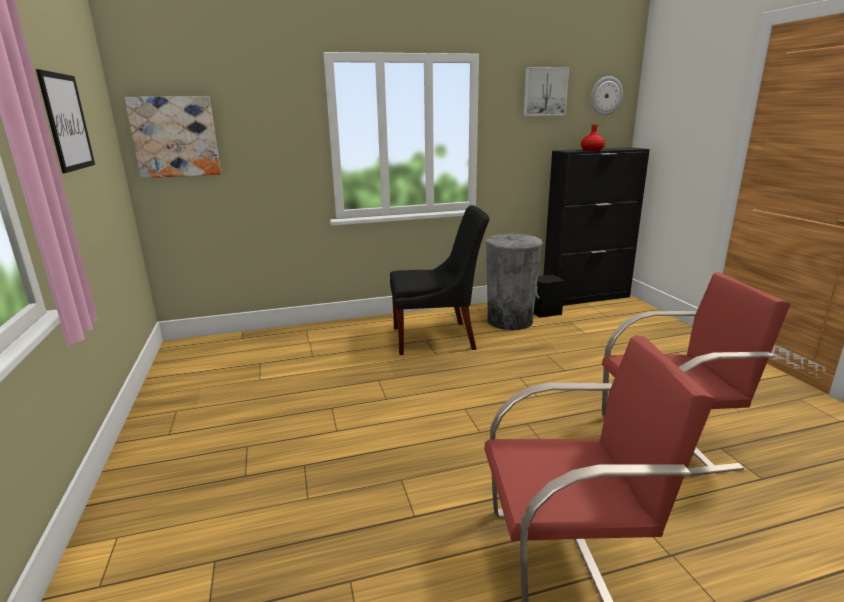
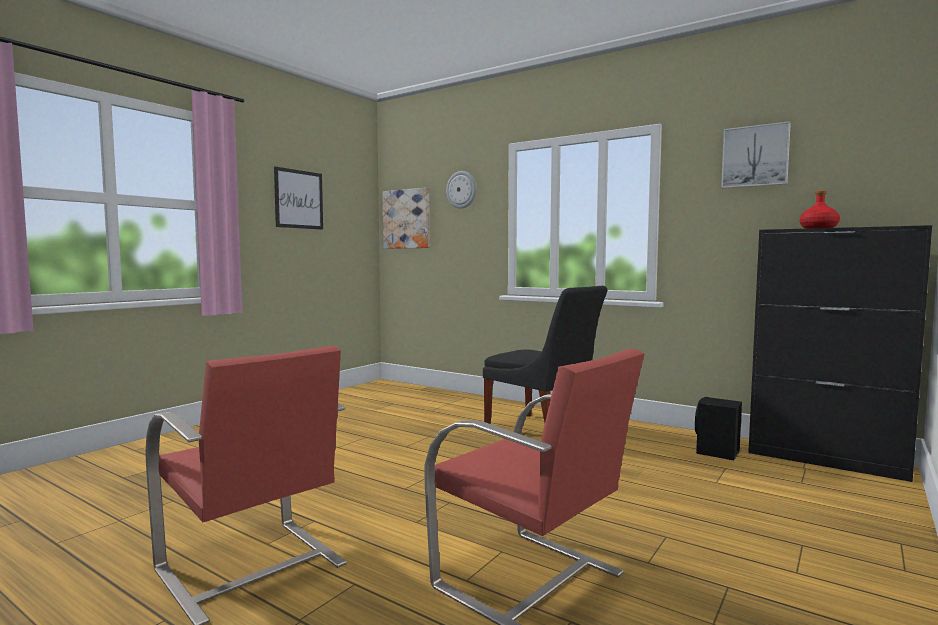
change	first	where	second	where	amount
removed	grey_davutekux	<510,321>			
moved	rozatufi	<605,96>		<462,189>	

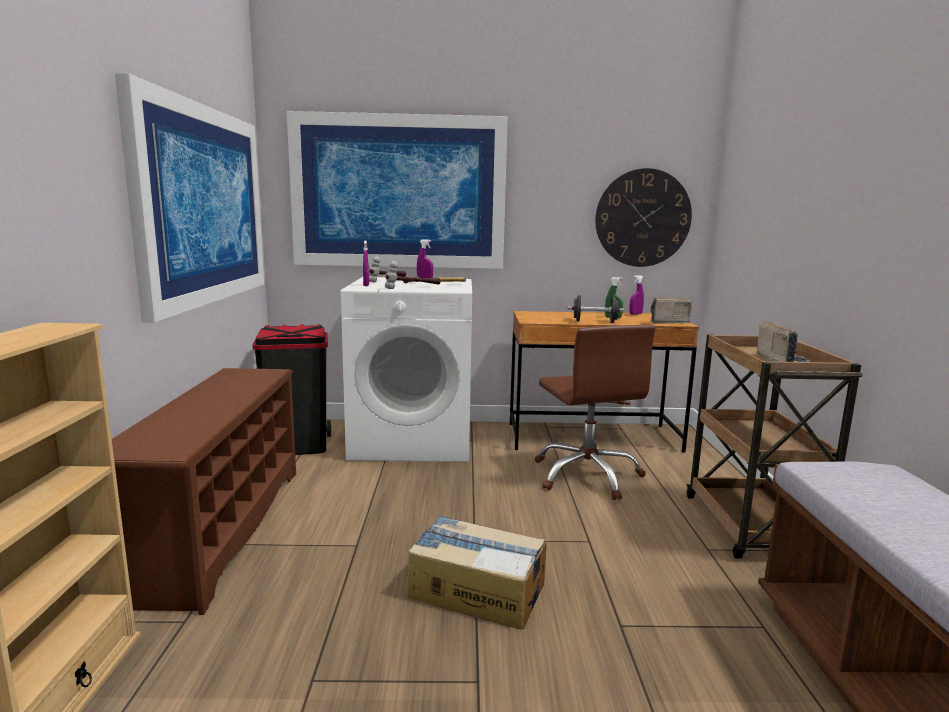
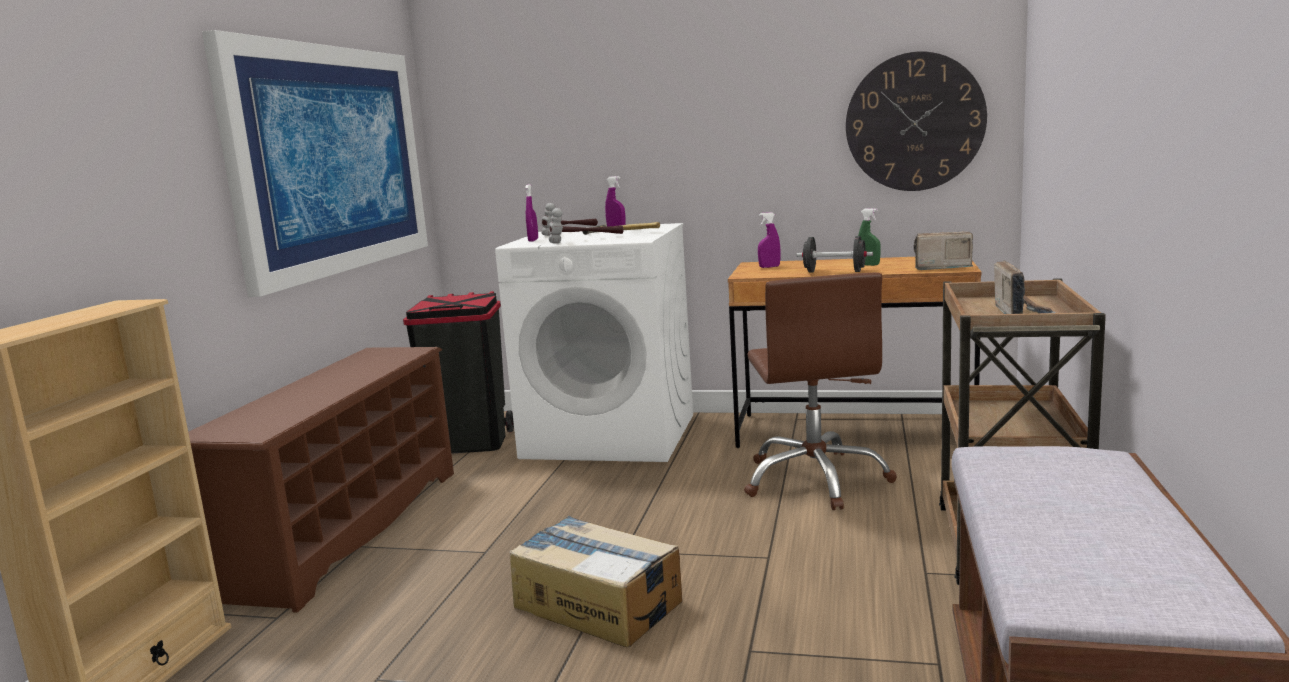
change	first	where	second	where	amount
removed	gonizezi	<399,192>			
moved	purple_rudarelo	<635,314>		<769,267>	

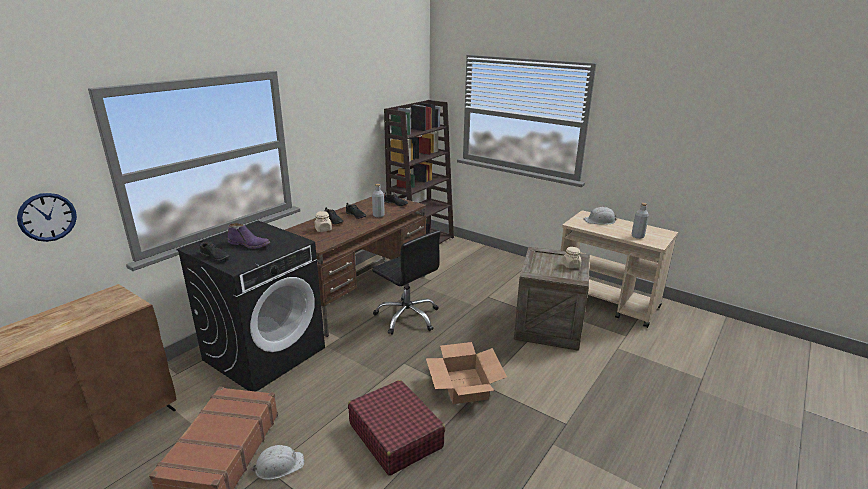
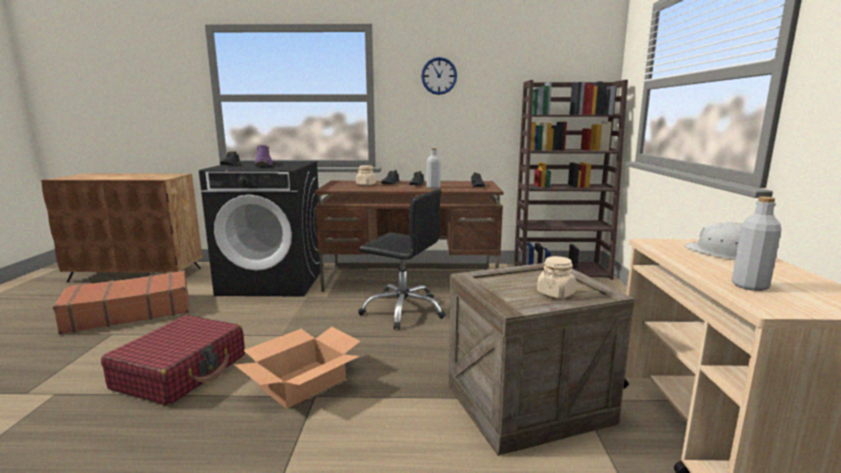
change	first	where	second	where	amount
removed	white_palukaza	<279,465>			
moved	rozatufi	<47,217>		<439,76>	
turned	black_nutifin	<407,317>		<403,310>	75 degrees counterclockwise

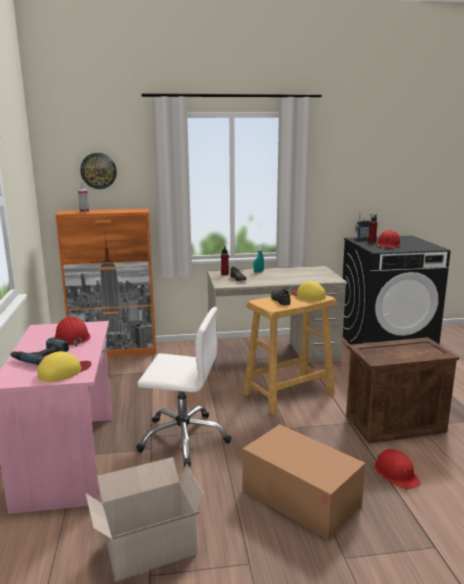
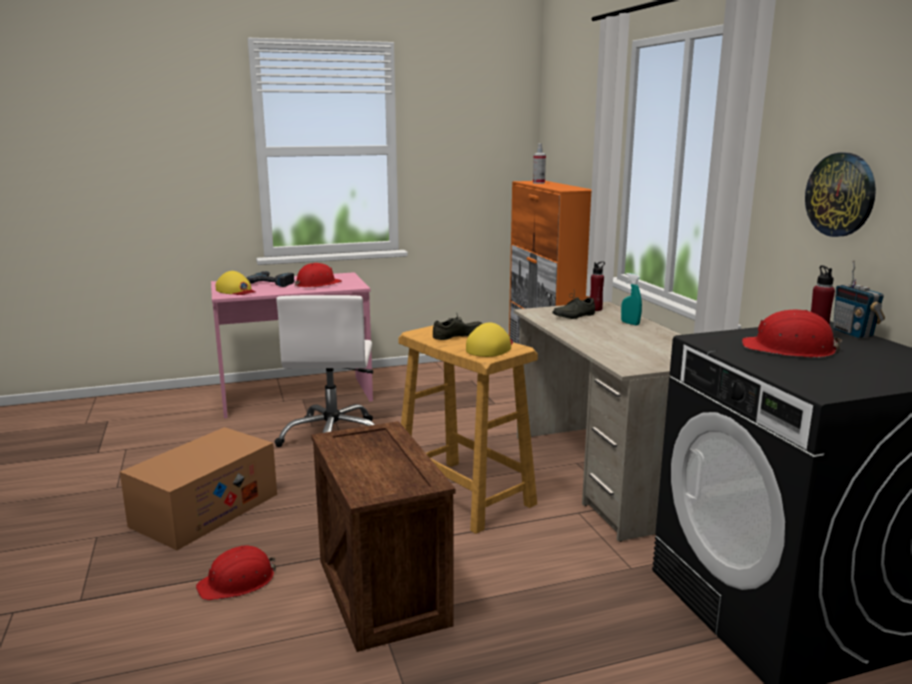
change	first	where	second	where	amount
removed	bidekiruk	<147,547>			
moved	rozatufi	<98,171>		<841,195>	

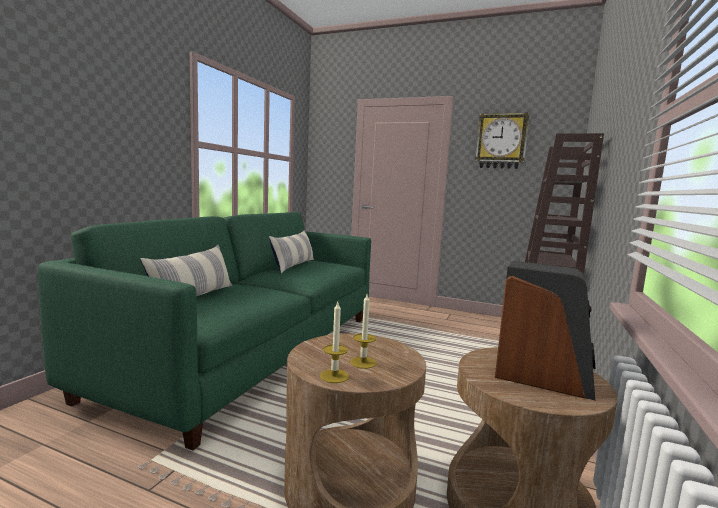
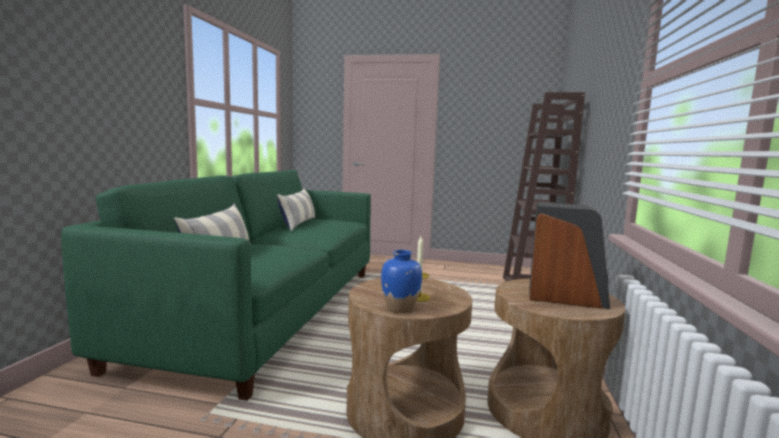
change	first	where	second	where	amount
removed	rozatufi	<501,141>			
replaced	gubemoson	<334,376>	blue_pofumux	<400,308>	

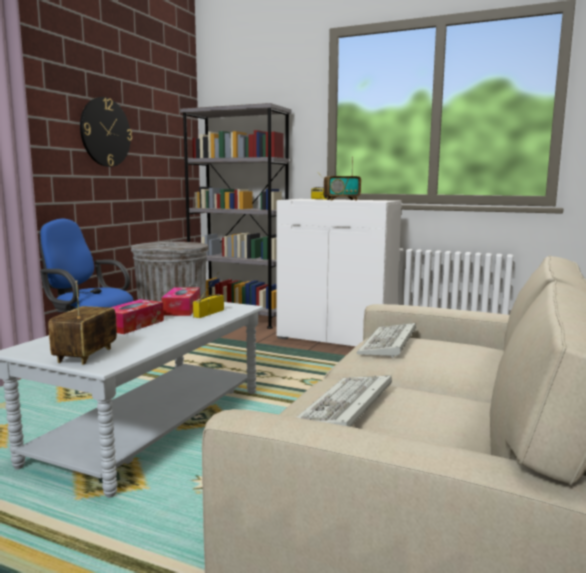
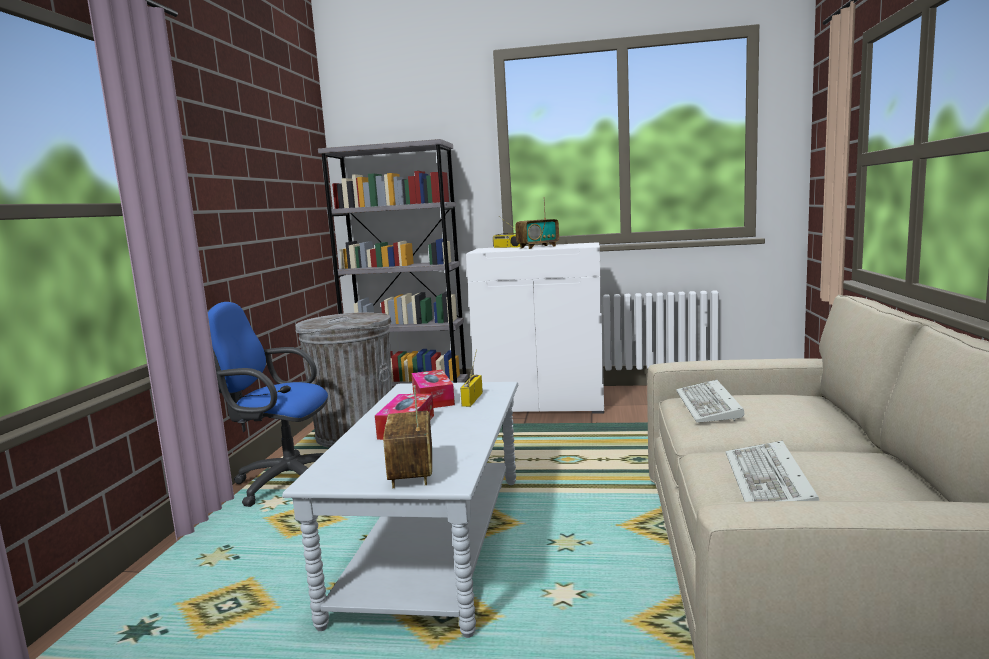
change	first	where	second	where	amount
removed	rozatufi	<105,132>			

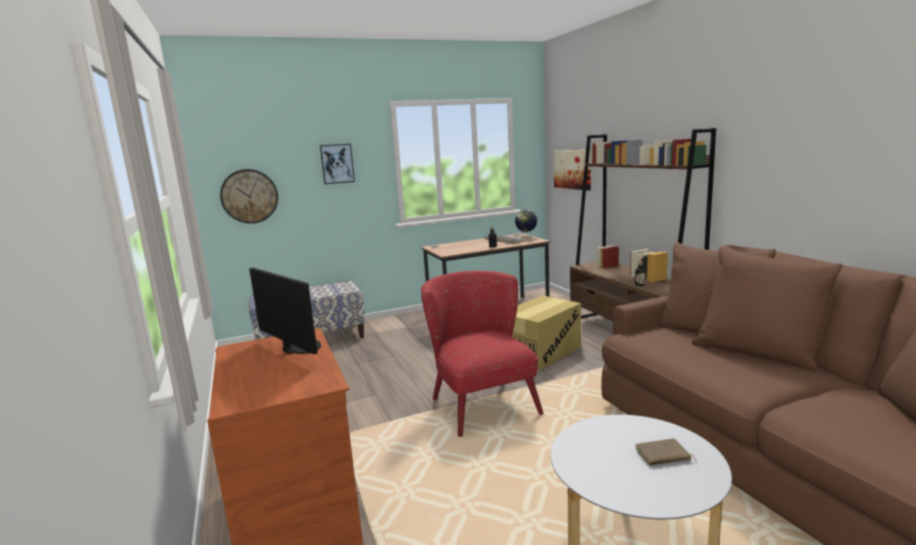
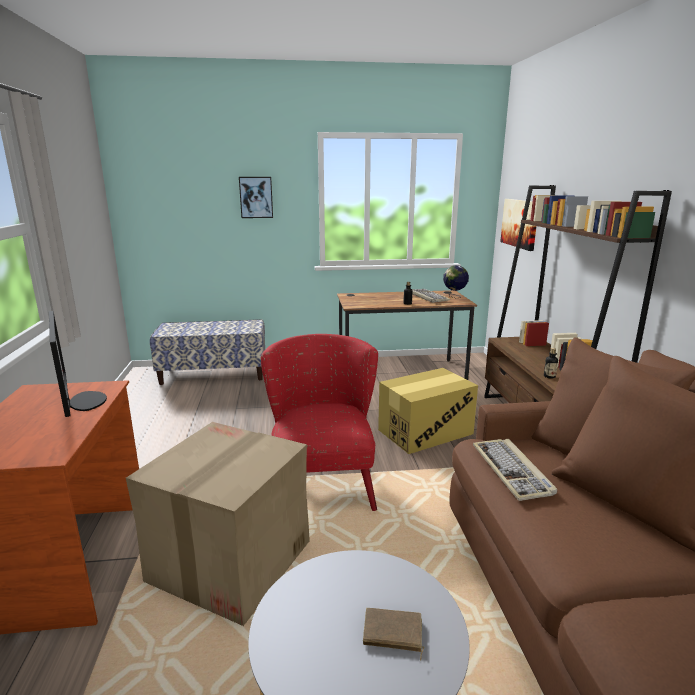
change	first	where	second	where	amount
removed	rozatufi	<249,196>			
added			bidekiruk	<229,562>	
added			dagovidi	<512,471>	

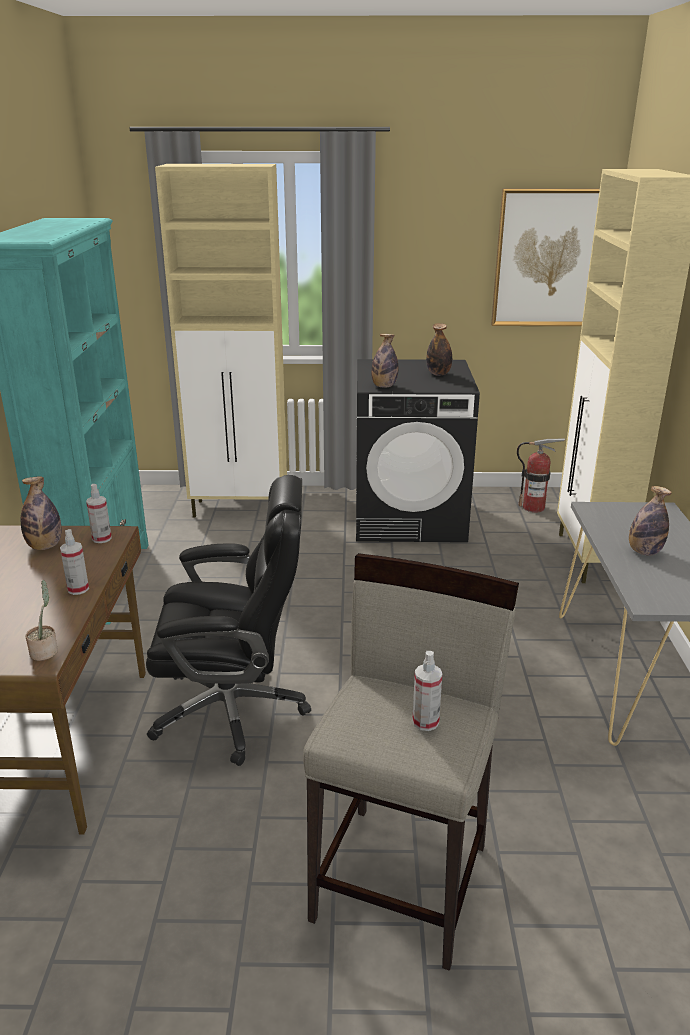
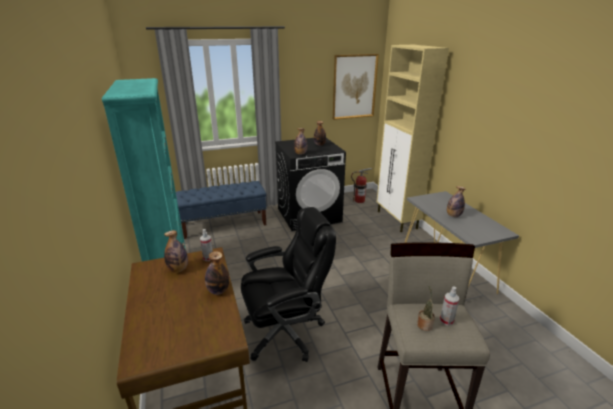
change	first	where	second	where	amount
moved	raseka	<45,651>		<424,324>	
replaced	rudarelo	<78,589>	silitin	<218,290>	
replaced	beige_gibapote	<241,509>	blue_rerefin	<224,224>	

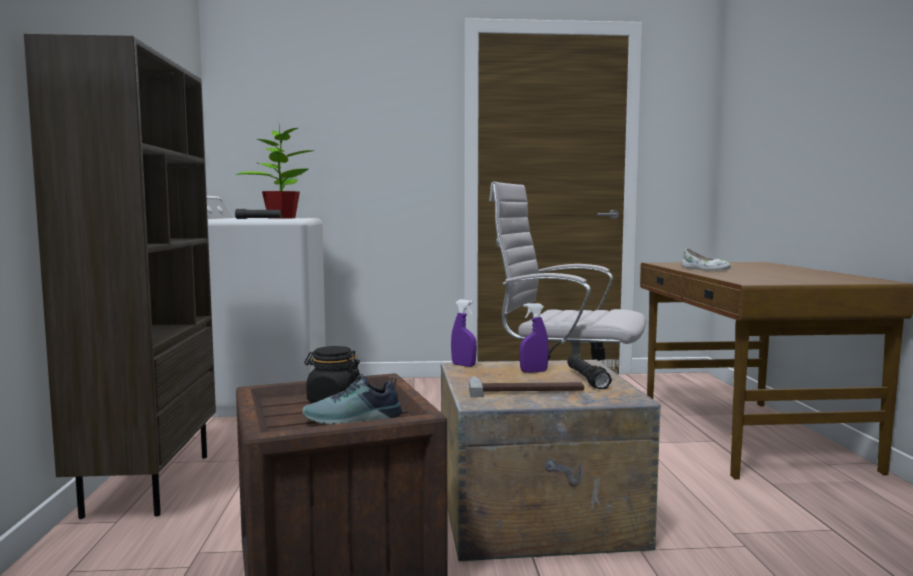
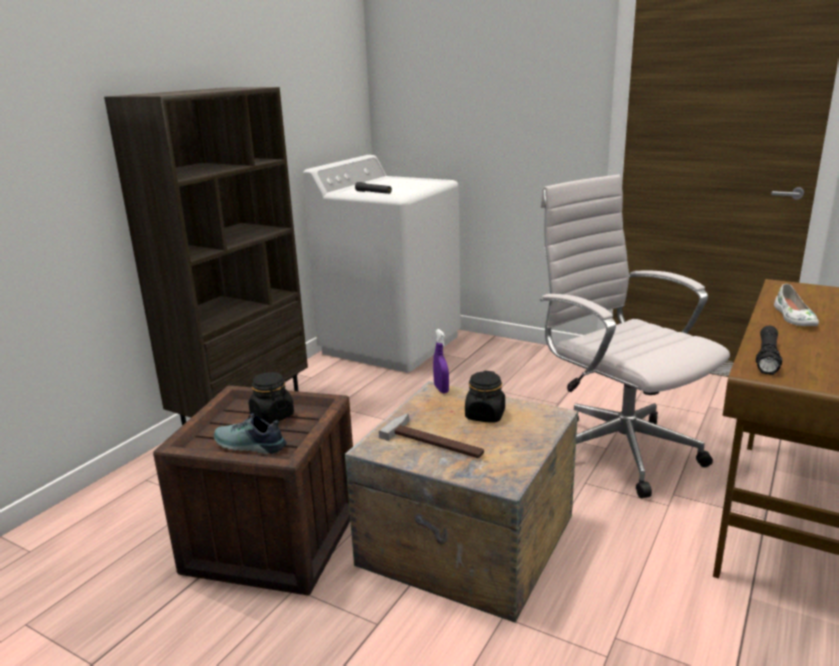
change	first	where	second	where	amount
removed	raseka	<281,218>			
moved	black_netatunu	<587,379>		<767,357>	
replaced	purple_rudarelo	<533,371>	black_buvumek	<485,415>	

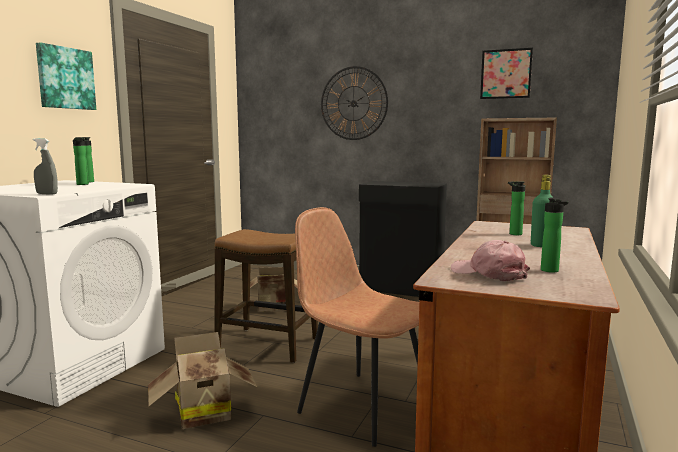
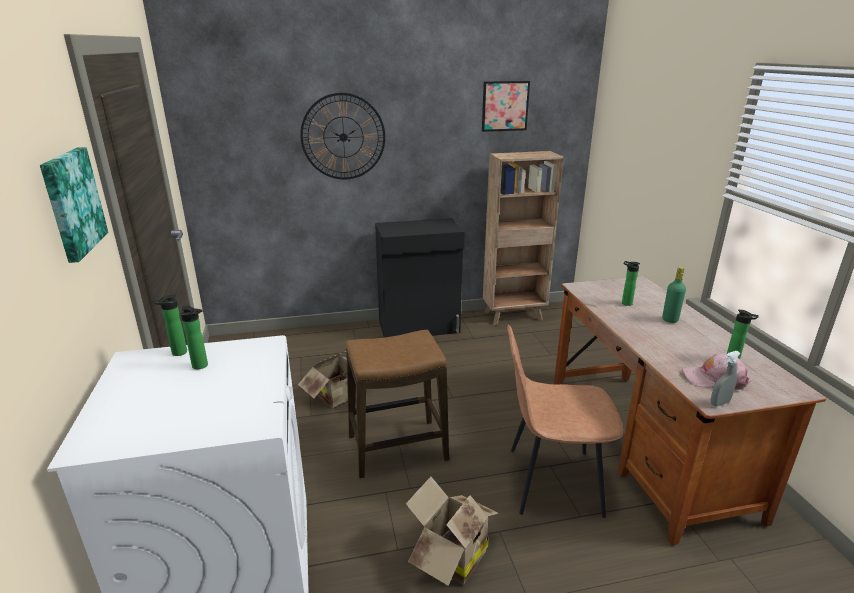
change	first	where	second	where	amount
moved	grey_rudarelo	<47,194>		<719,403>	

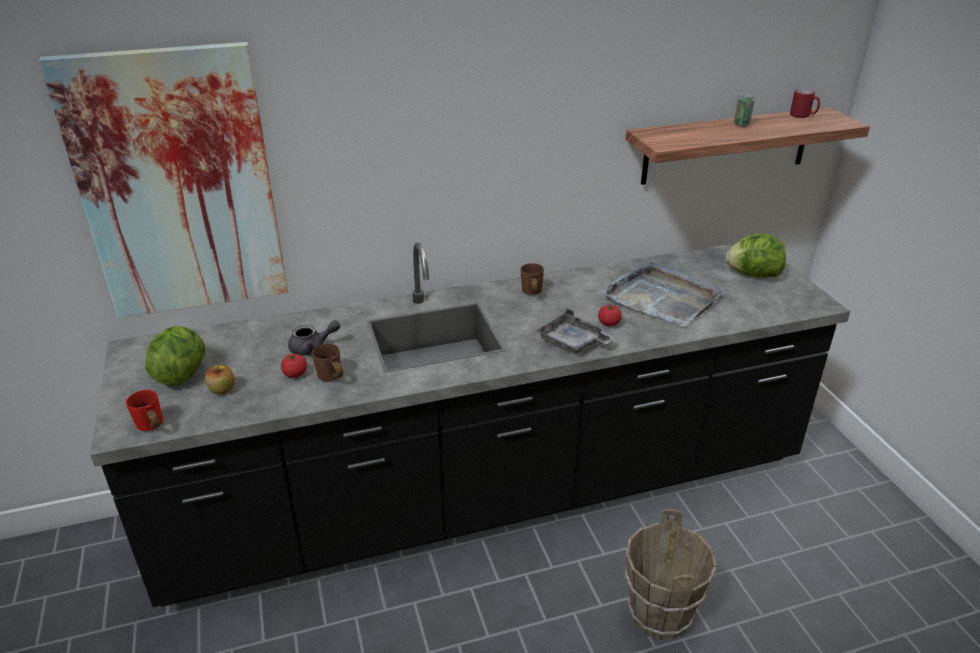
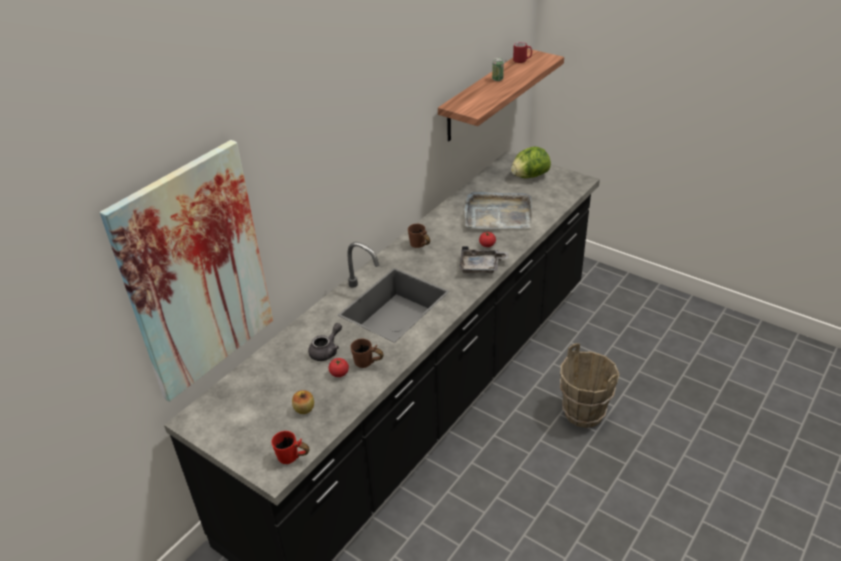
change	first	where	second	where	amount
removed	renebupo	<182,374>			

